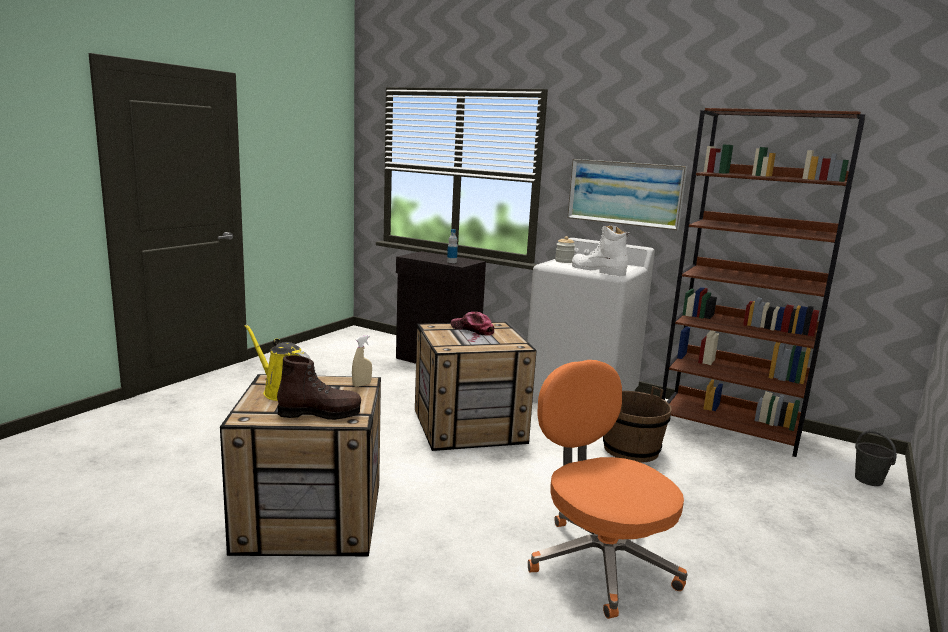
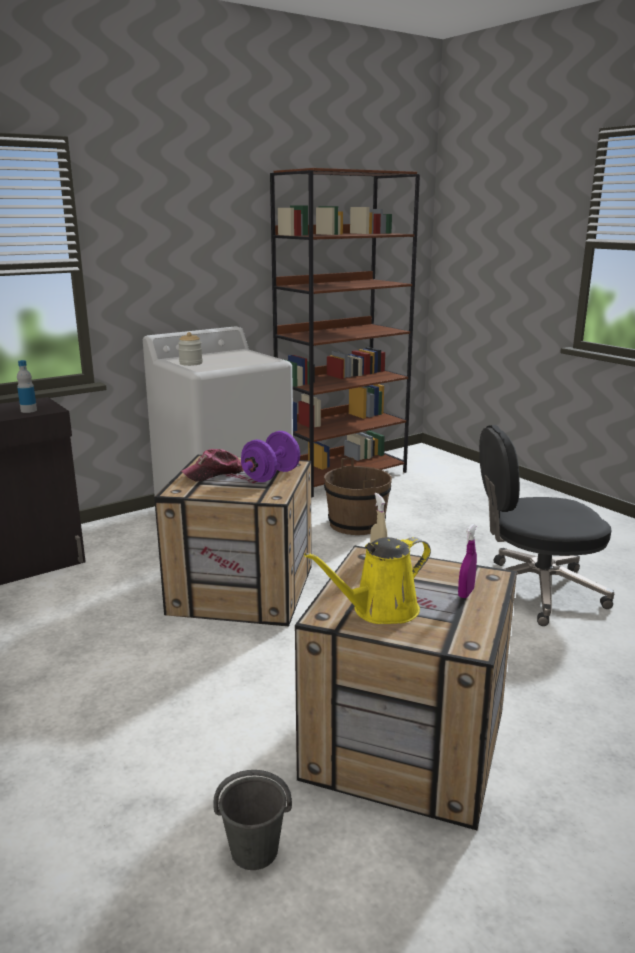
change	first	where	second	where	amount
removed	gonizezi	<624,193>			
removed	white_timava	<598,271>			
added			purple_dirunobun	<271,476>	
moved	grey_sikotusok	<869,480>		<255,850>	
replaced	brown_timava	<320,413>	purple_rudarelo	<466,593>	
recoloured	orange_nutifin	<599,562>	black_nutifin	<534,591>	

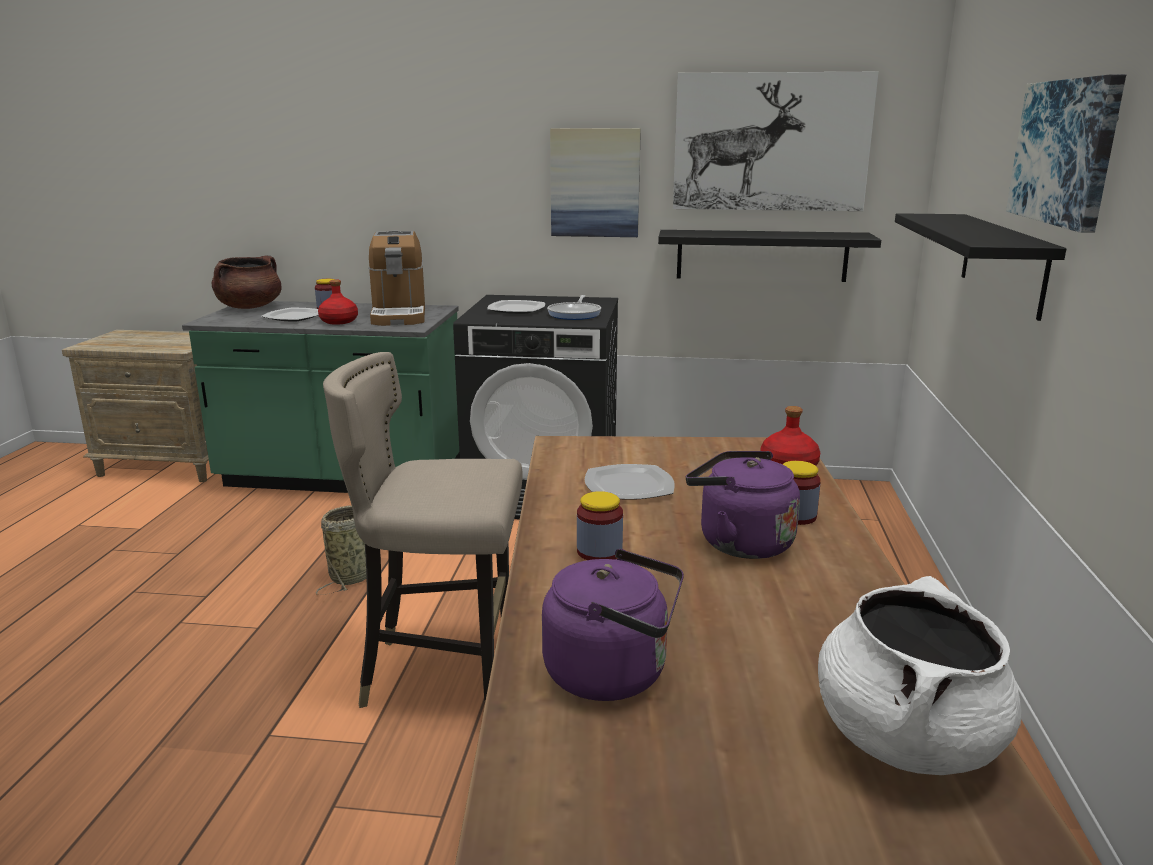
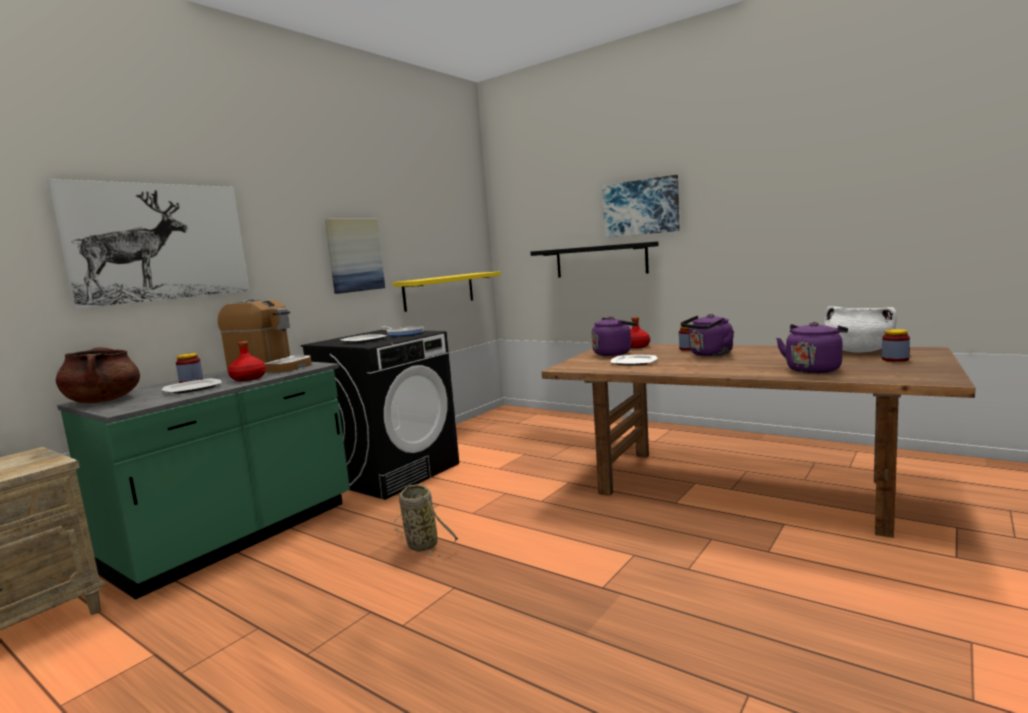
change	first	where	second	where	amount
removed	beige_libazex	<442,673>			
added			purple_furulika	<614,353>	
moved	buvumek	<599,551>		<895,359>	
moved	gonizezi	<771,142>		<159,242>	
recoloured	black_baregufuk	<761,255>	yellow_baregufuk	<439,291>	

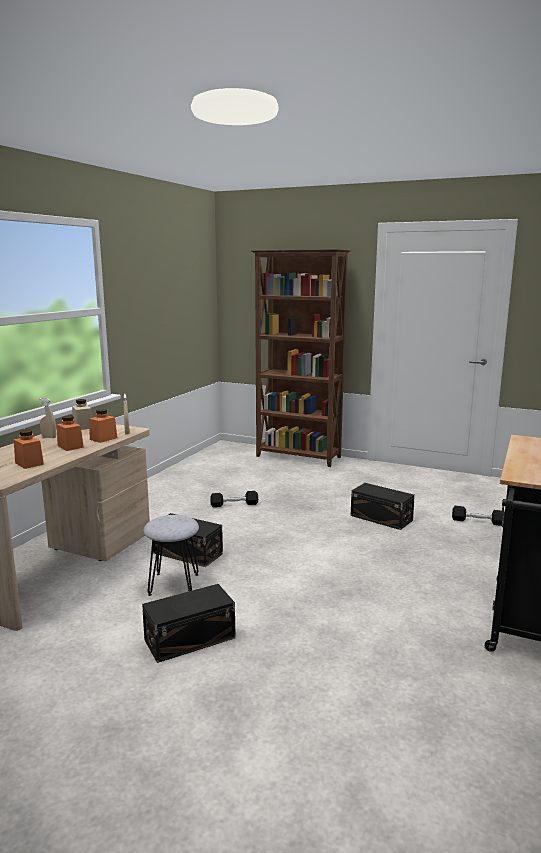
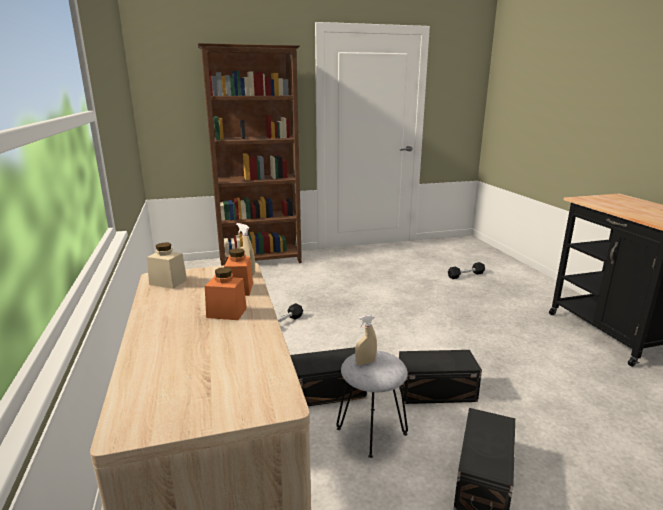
change	first	where	second	where	amount
removed	orange_buvumek	<29,463>			
moved	beige_rudarelo	<49,437>		<365,362>	
moved	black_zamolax	<381,518>		<437,392>	

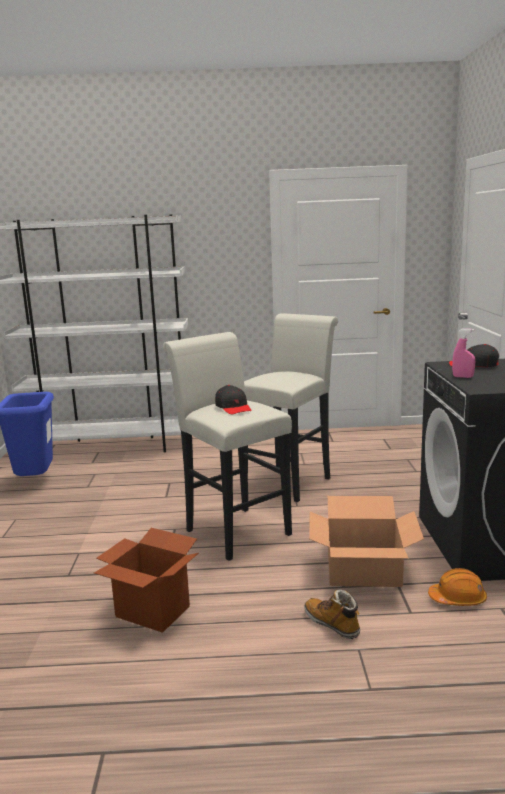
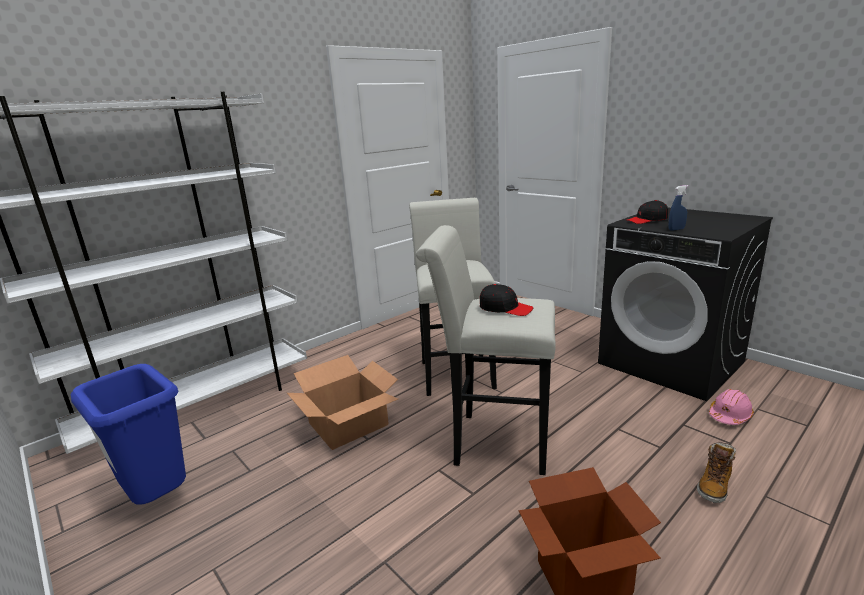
change	first	where	second	where	amount
moved	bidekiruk	<364,569>		<349,424>	
recoloured	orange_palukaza	<457,599>	pink_palukaza	<729,415>	
recoloured	pink_rudarelo	<463,377>	blue_rudarelo	<676,229>	
turned	timava	<332,624>		<714,485>	60 degrees counterclockwise

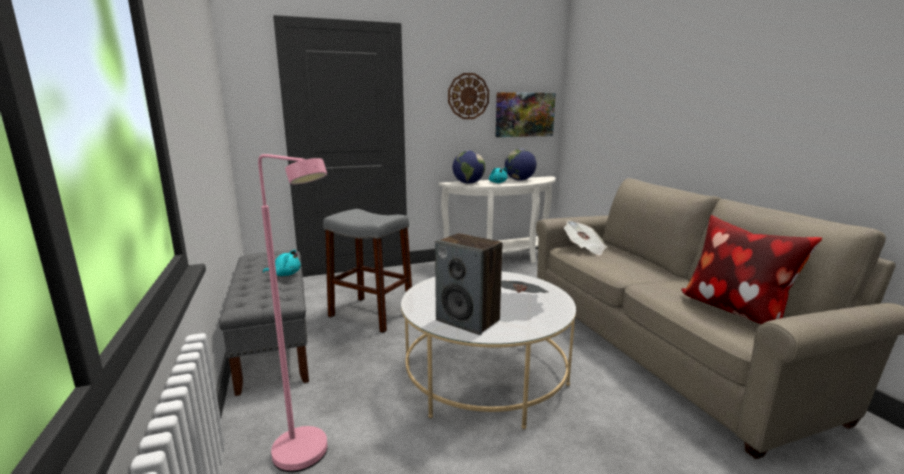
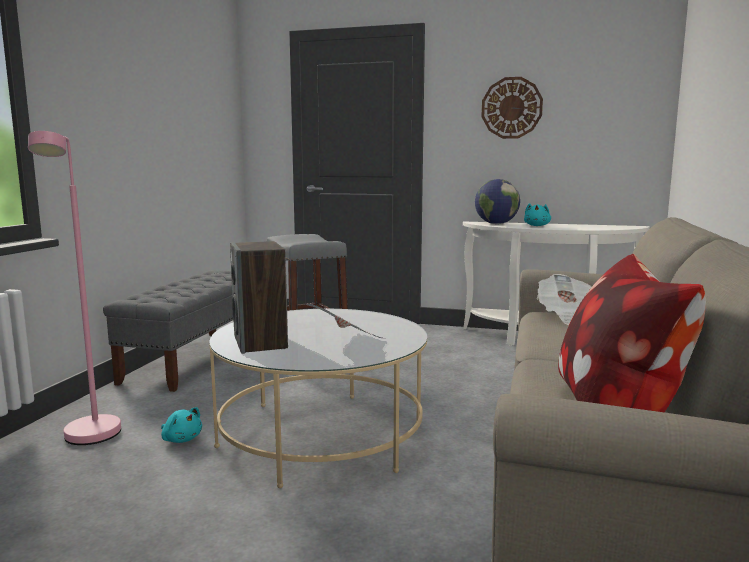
change	first	where	second	where	amount
removed	gonizezi	<524,114>			
removed	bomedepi	<519,180>			
moved	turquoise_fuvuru	<285,274>		<181,439>	

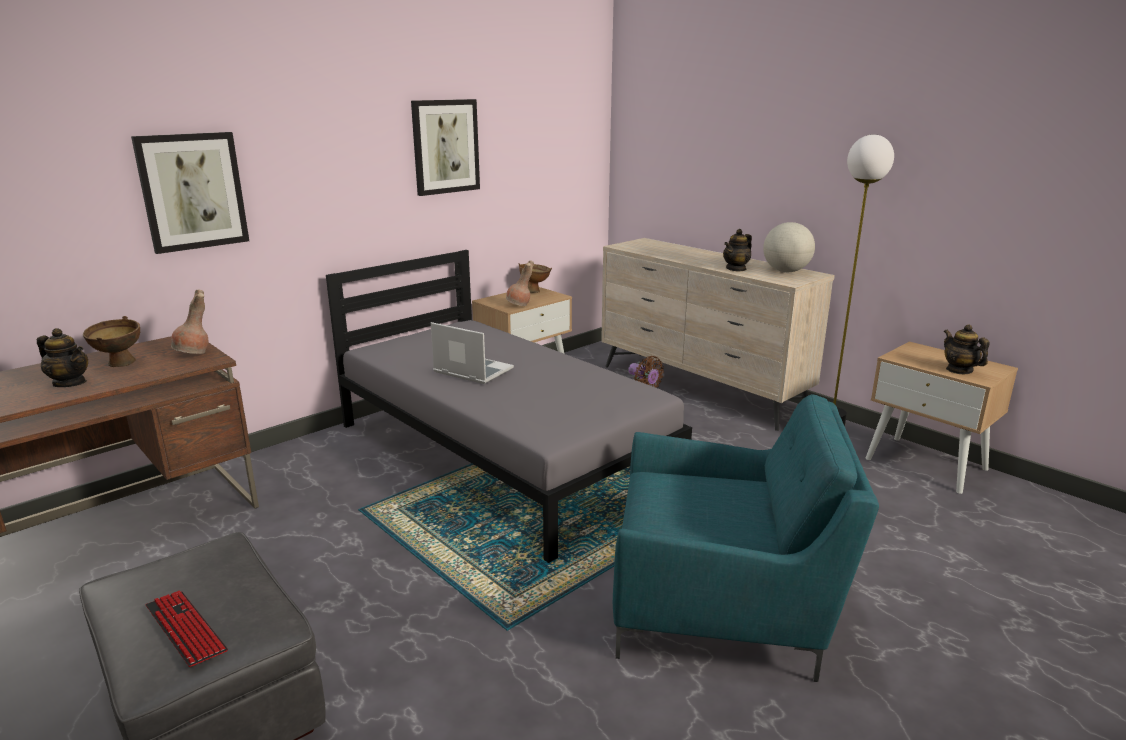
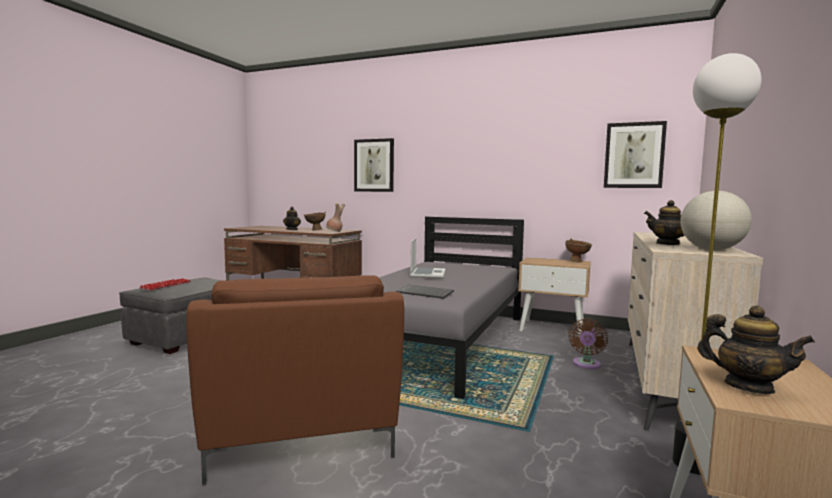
change	first	where	second	where	amount
removed	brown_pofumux	<519,305>			
added			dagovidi	<425,293>	
moved	gonizezi	<445,146>		<634,155>	
recoloured	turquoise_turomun	<723,602>	brown_turomun	<300,433>	
turned	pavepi	<959,370>		<748,387>	90 degrees clockwise

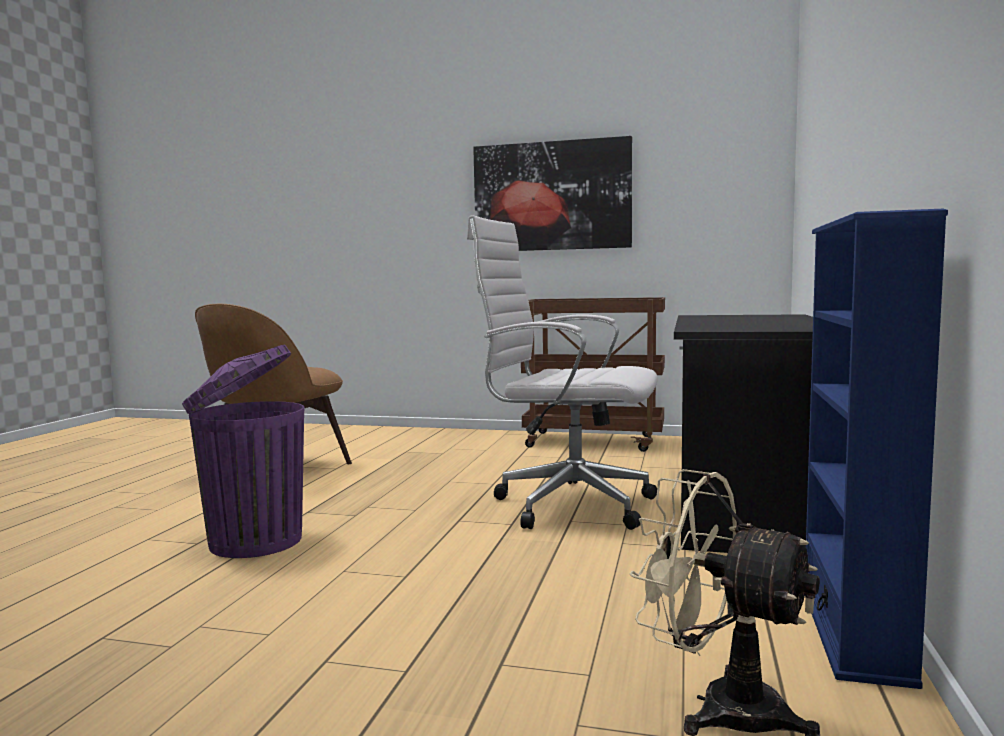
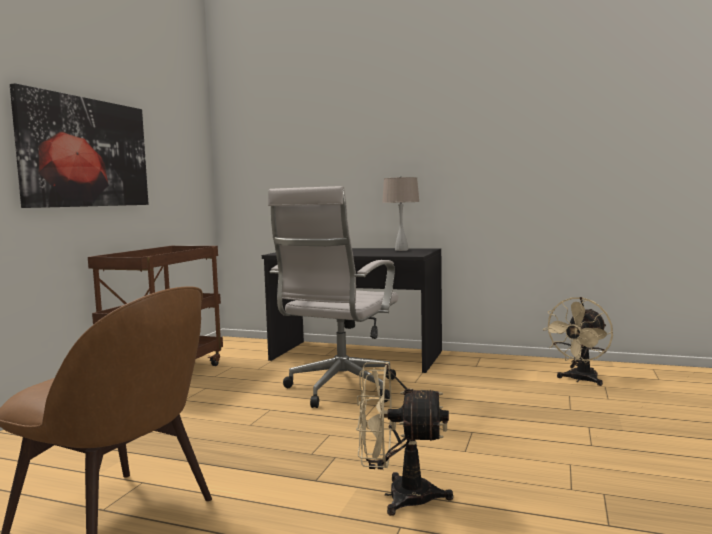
change	first	where	second	where	amount
removed	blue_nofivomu	<853,629>			
added			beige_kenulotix	<401,250>	
replaced	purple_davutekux	<252,541>	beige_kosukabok	<398,496>	

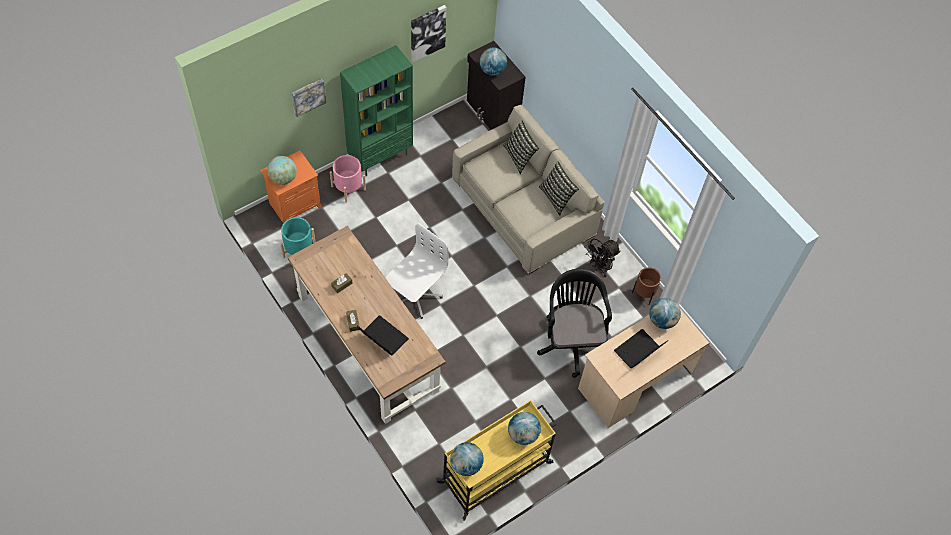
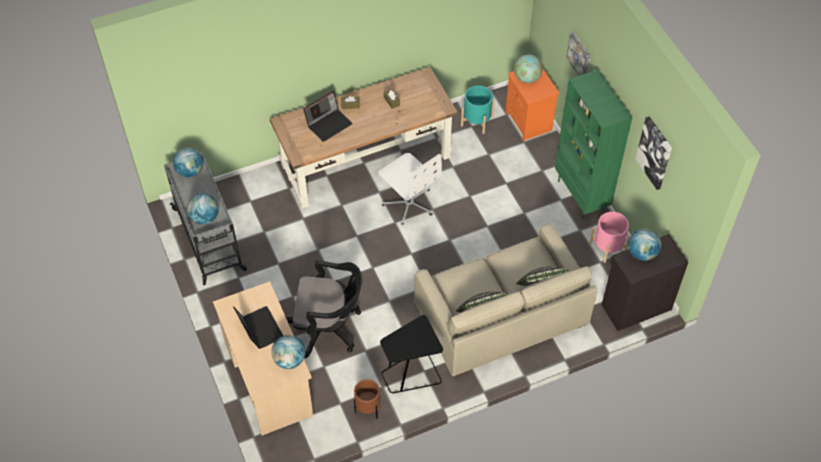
change	first	where	second	where	amount
moved	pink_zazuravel	<348,188>		<607,247>	
replaced	black_kosukabok	<599,267>	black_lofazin	<411,373>	
recoloured	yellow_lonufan	<496,472>	grey_lonufan	<209,240>	

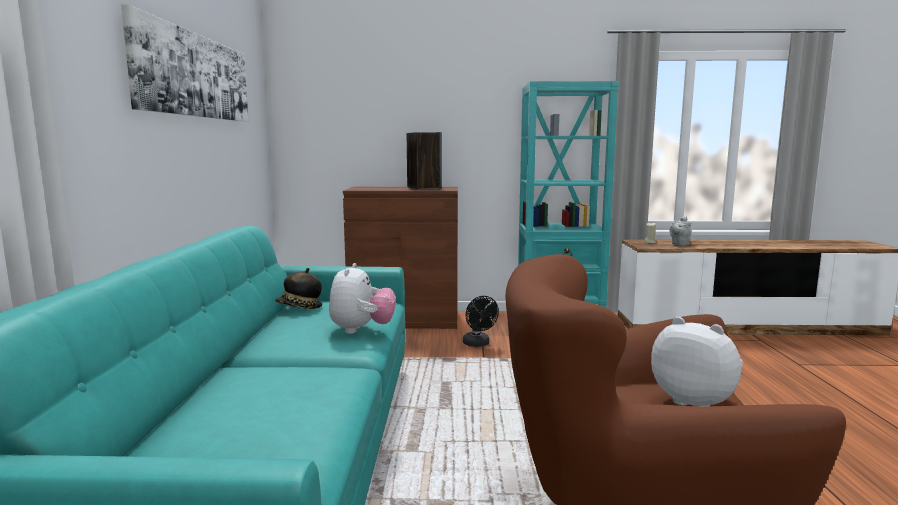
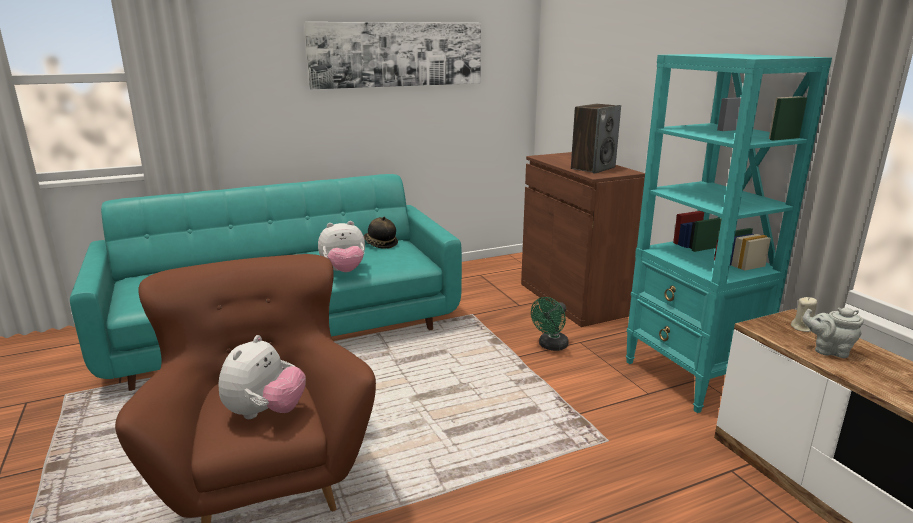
change	first	where	second	where	amount
recoloured	black_kosukabok	<478,344>	green_kosukabok	<550,346>	

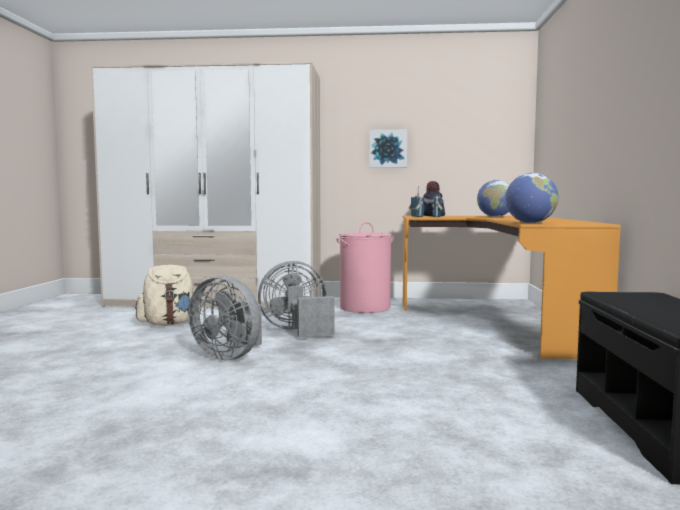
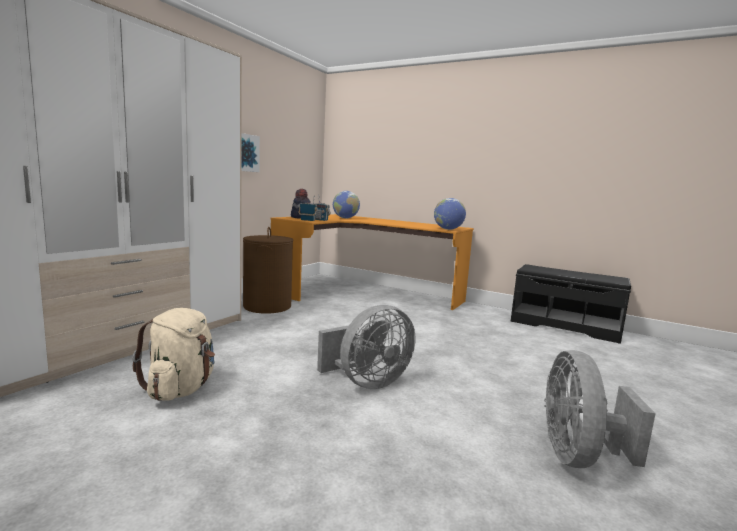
change	first	where	second	where	amount
moved	grey_kosukabok	<297,331>		<579,456>	
recoloured	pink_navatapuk	<365,308>	brown_navatapuk	<267,306>	

